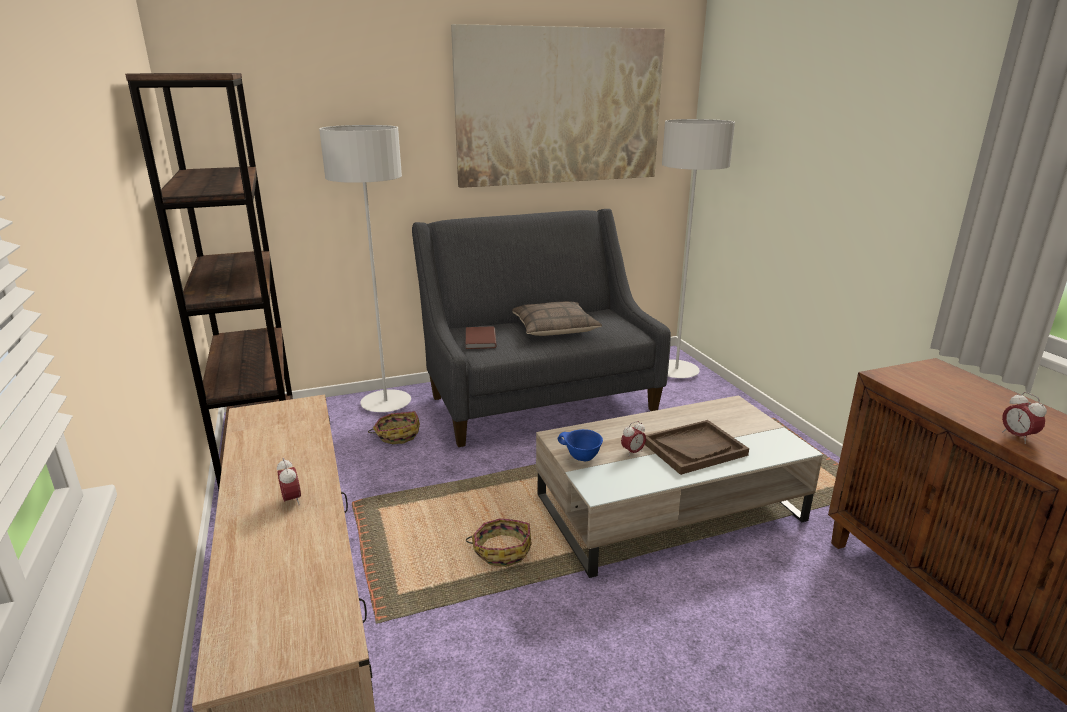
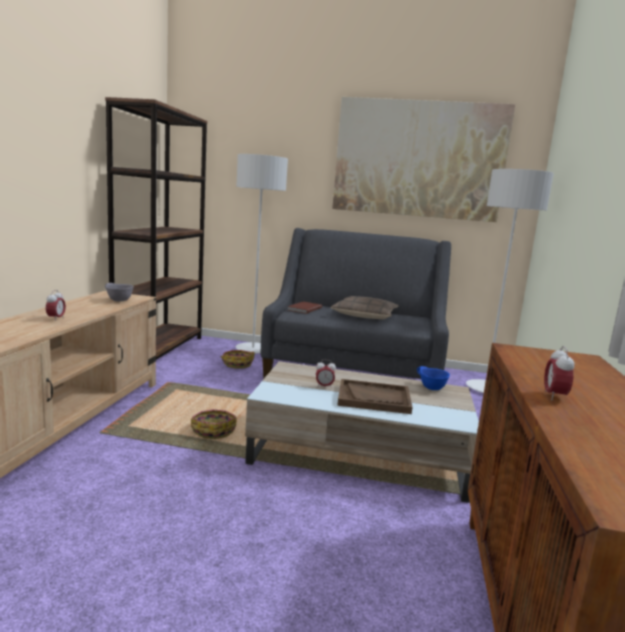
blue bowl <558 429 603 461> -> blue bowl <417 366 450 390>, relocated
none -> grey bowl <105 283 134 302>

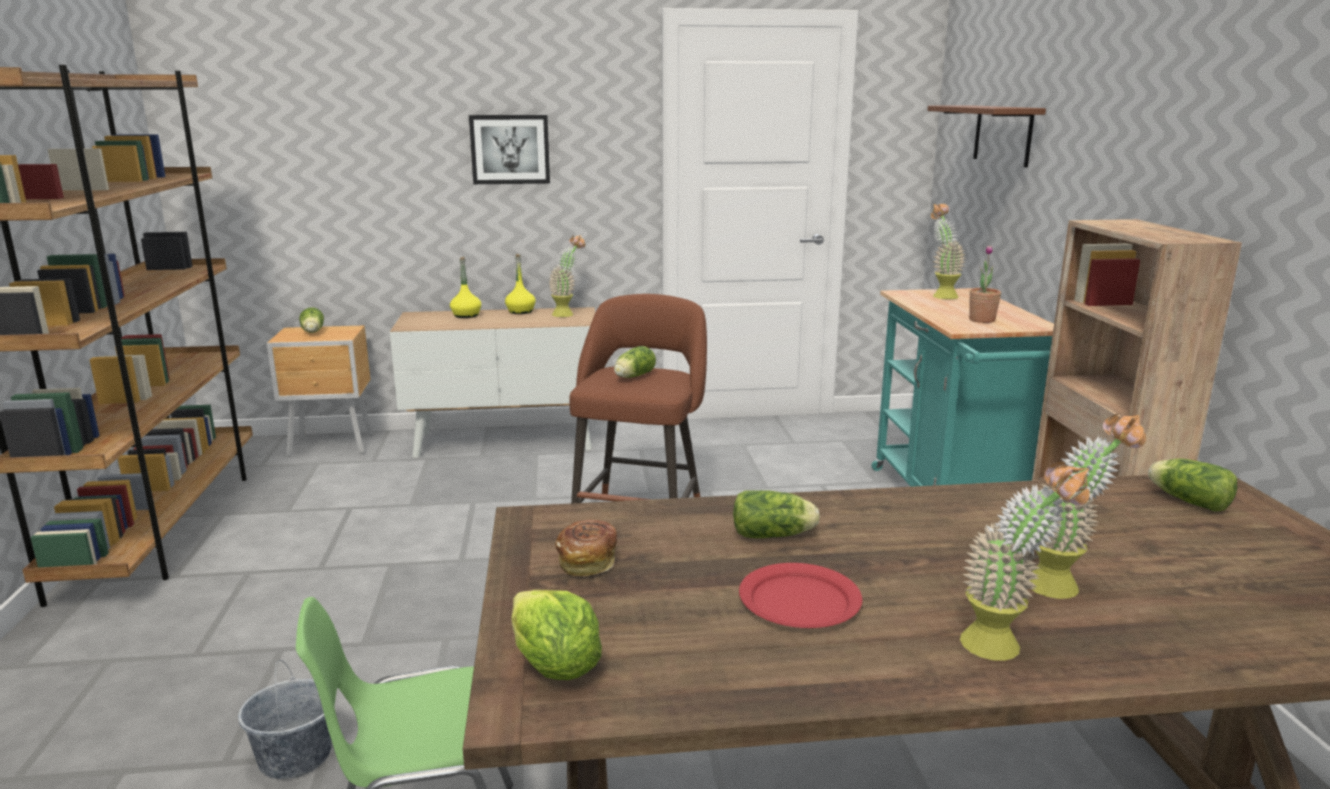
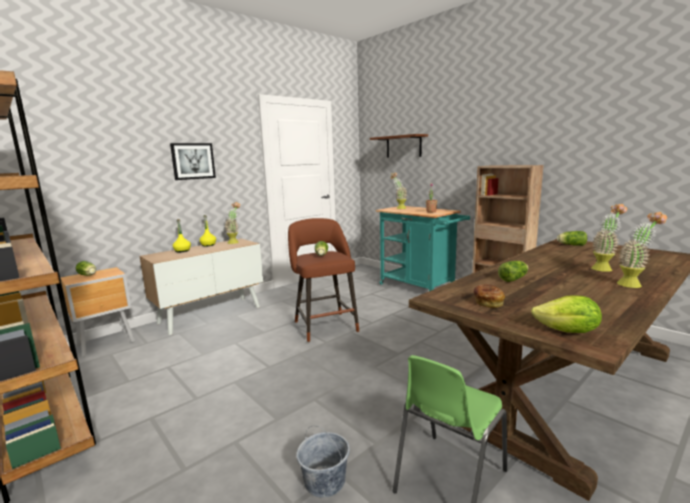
red plate <739 563 862 628> -> none

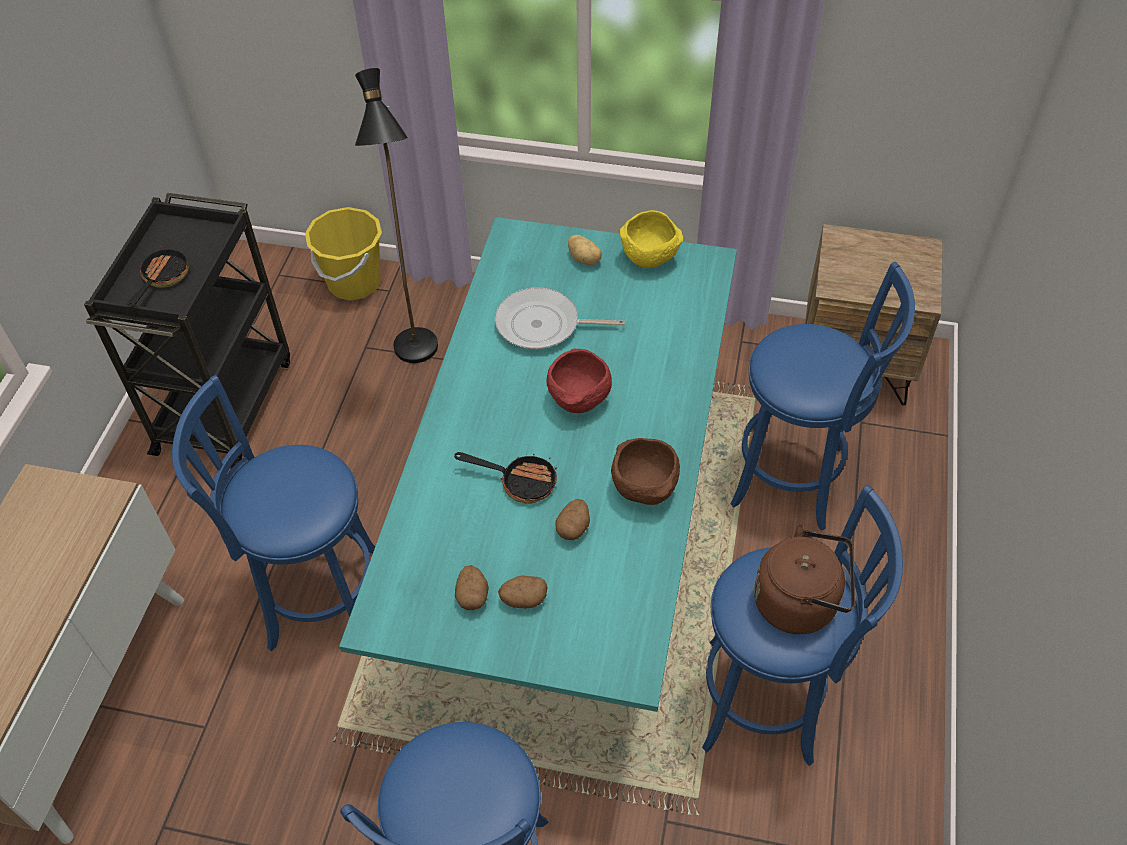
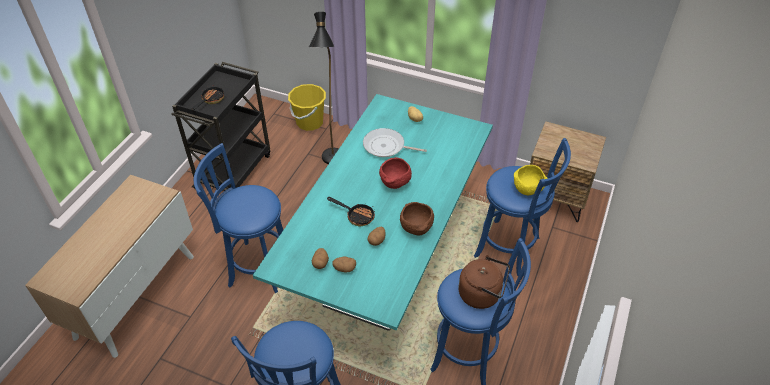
yellow bowl <620 210 683 268> -> yellow bowl <514 165 548 195>, relocated

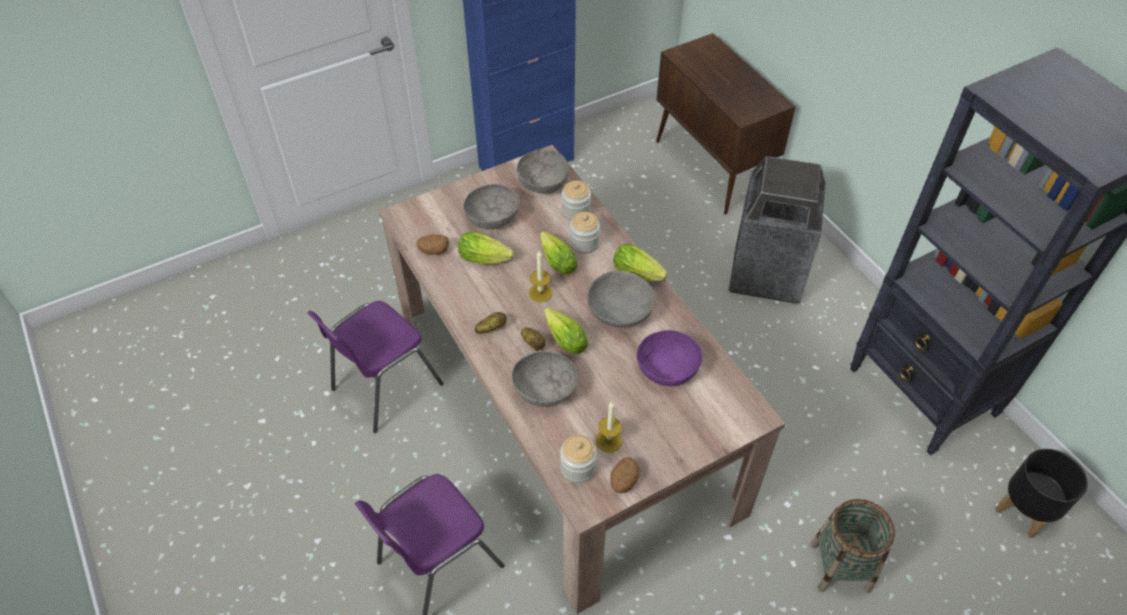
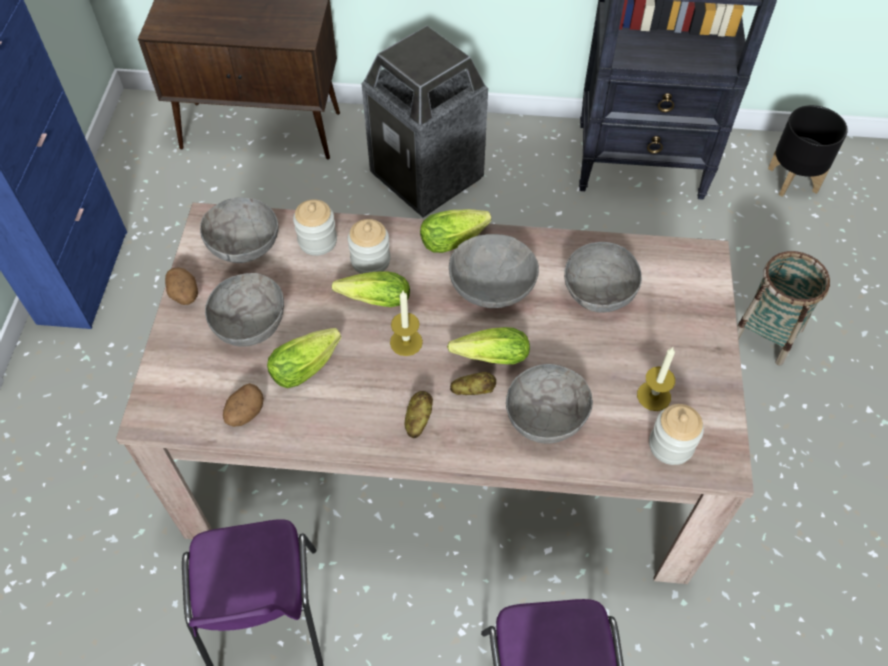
potato <610 457 639 493> -> potato <165 267 198 305>, relocated
purple bowl <637 330 702 386> -> grey bowl <564 242 642 312>

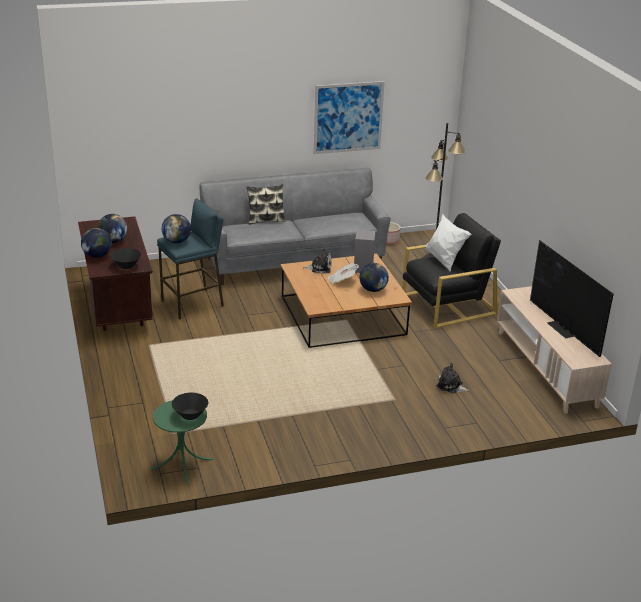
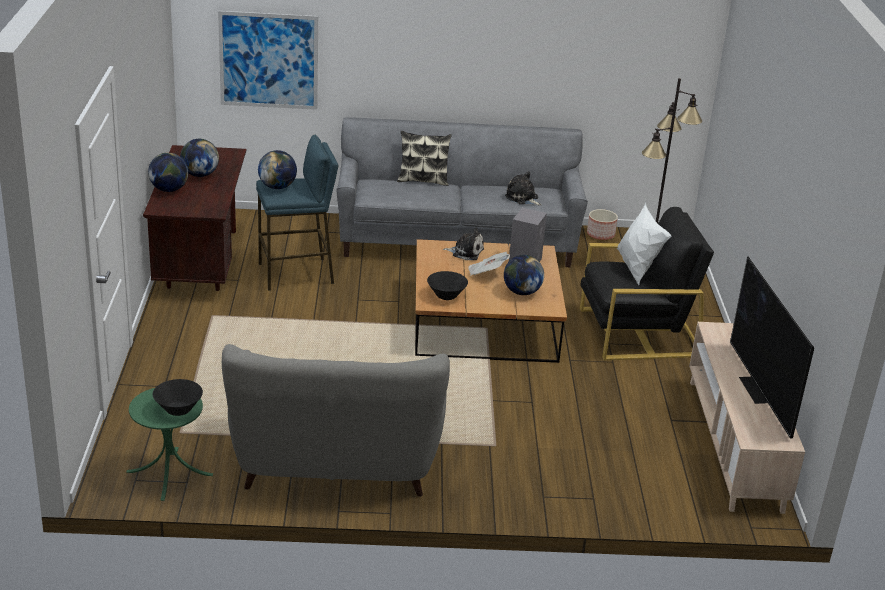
black bowl <110 248 141 269> -> black bowl <427 271 468 300>, relocated
picture <314 81 385 154> -> picture <218 11 318 110>, relocated
plush toy <436 363 470 393> -> plush toy <505 172 542 206>, relocated
none -> grey sofa <222 344 450 497>

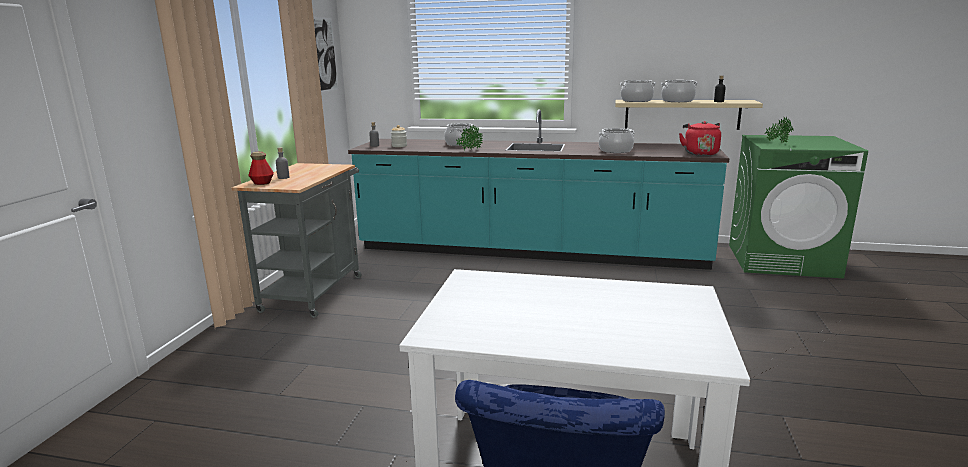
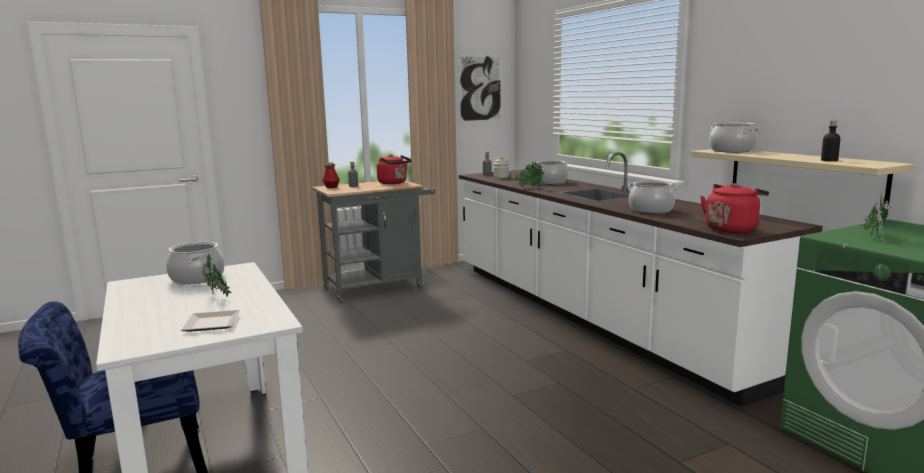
turquoise counter <348 109 729 270> -> white counter <459 152 823 407>
cooking pot <661 80 698 102> -> cooking pot <166 242 225 285>, relocated
none -> plate <181 310 240 331>
none -> potted plant <202 252 232 297>
none -> red kettle <377 154 412 184>

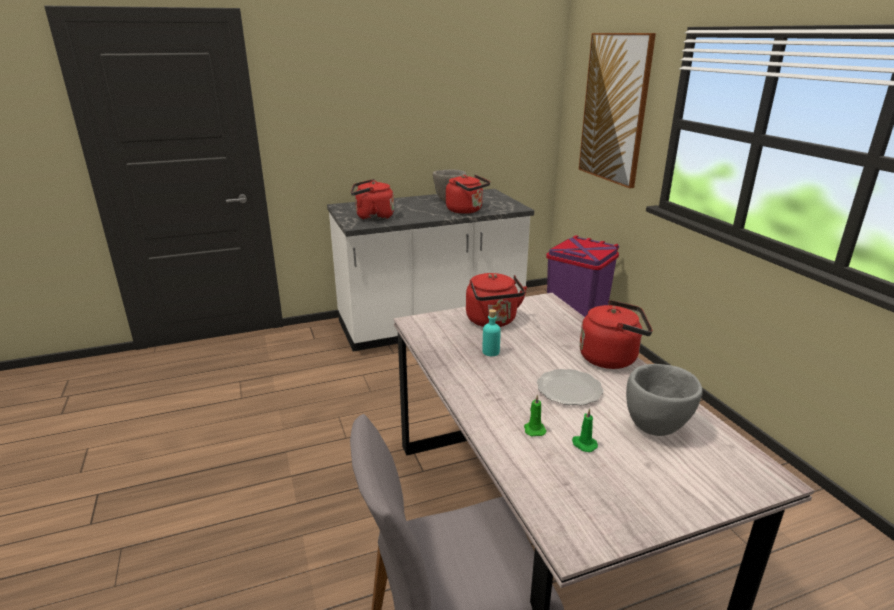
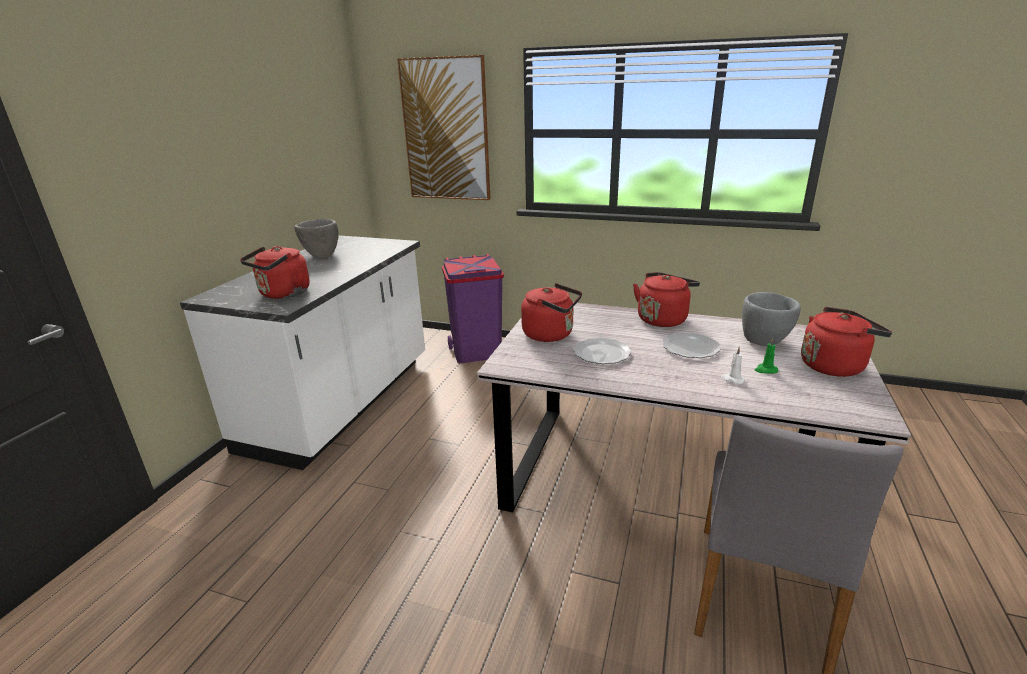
red kettle <446 175 490 214> -> red kettle <801 307 892 377>, relocated
turquoise bottle <482 309 501 356> -> plate <573 338 631 364>
green candle <524 394 547 437> -> white candle <721 347 745 384>

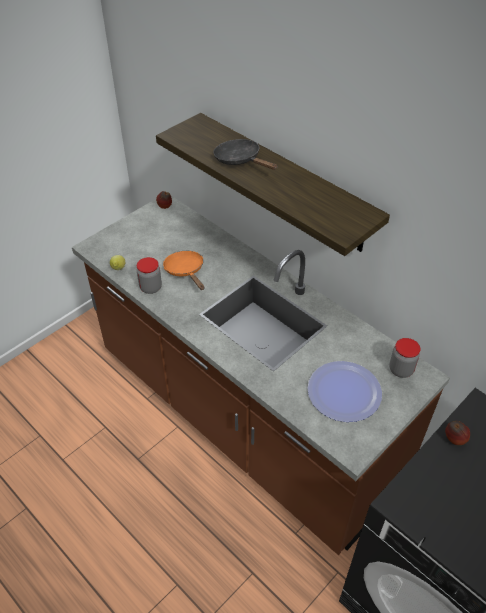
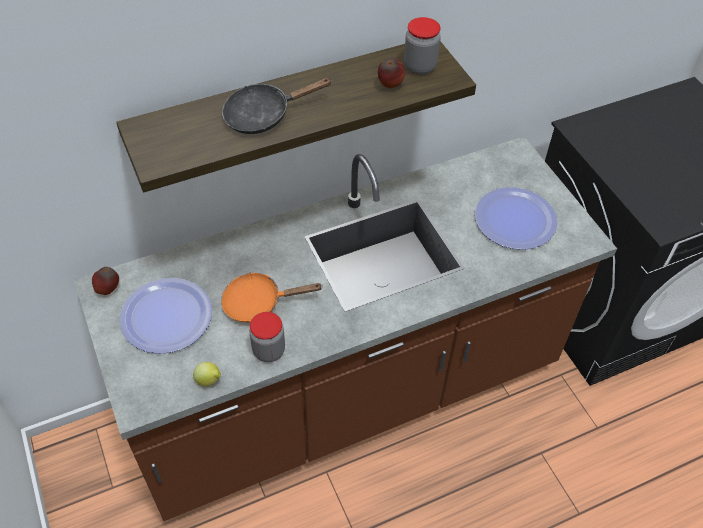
jar <389 338 420 378> -> jar <404 17 441 75>, relocated
apple <445 421 470 445> -> apple <378 58 405 88>, relocated
none -> plate <119 278 212 354>

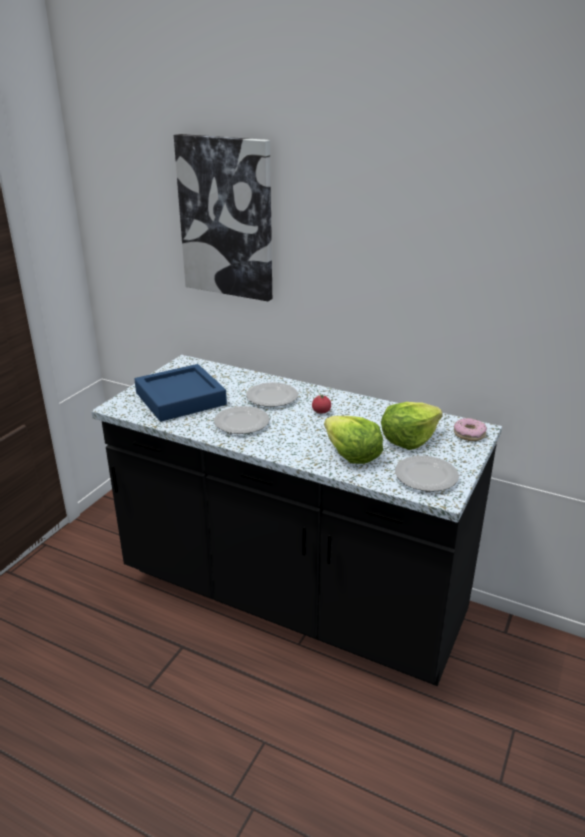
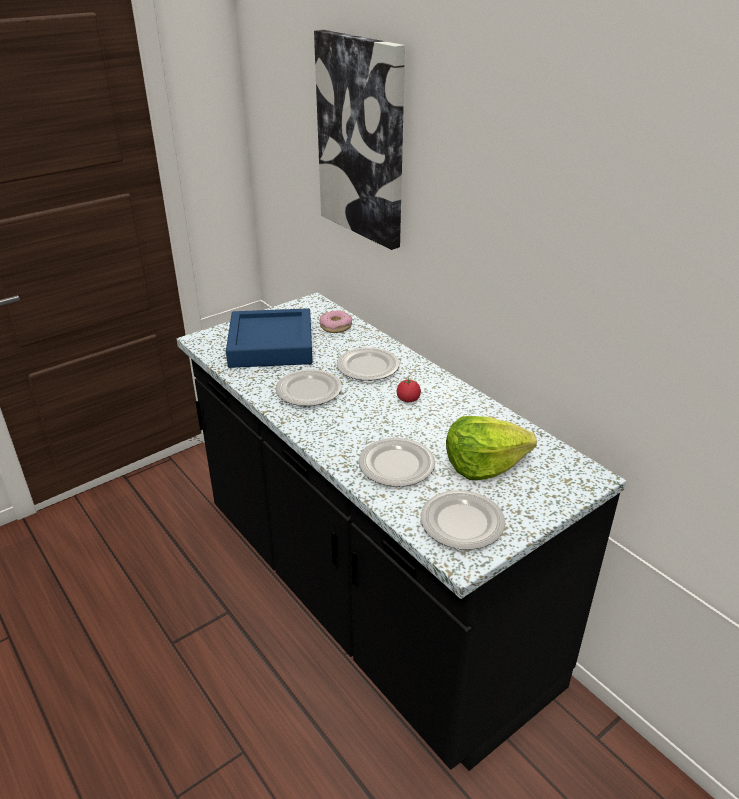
lettuce <324 416 383 464> -> plate <359 438 435 487>
donut <454 418 487 441> -> donut <319 310 352 333>, relocated

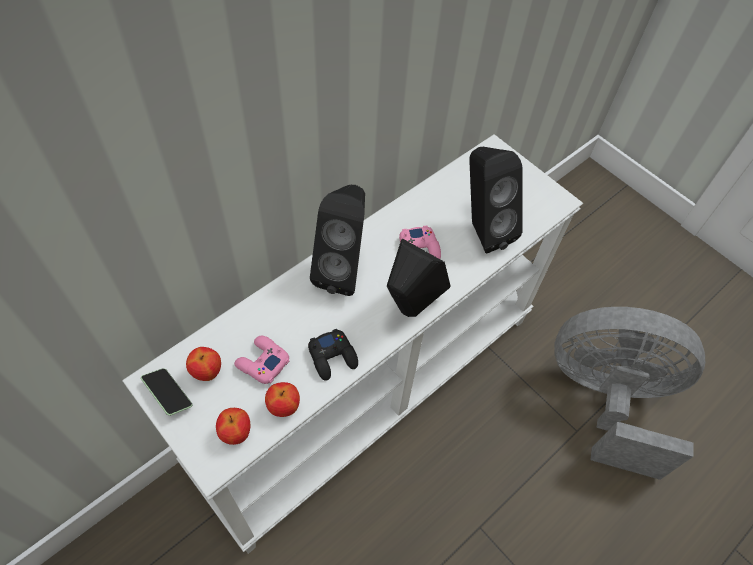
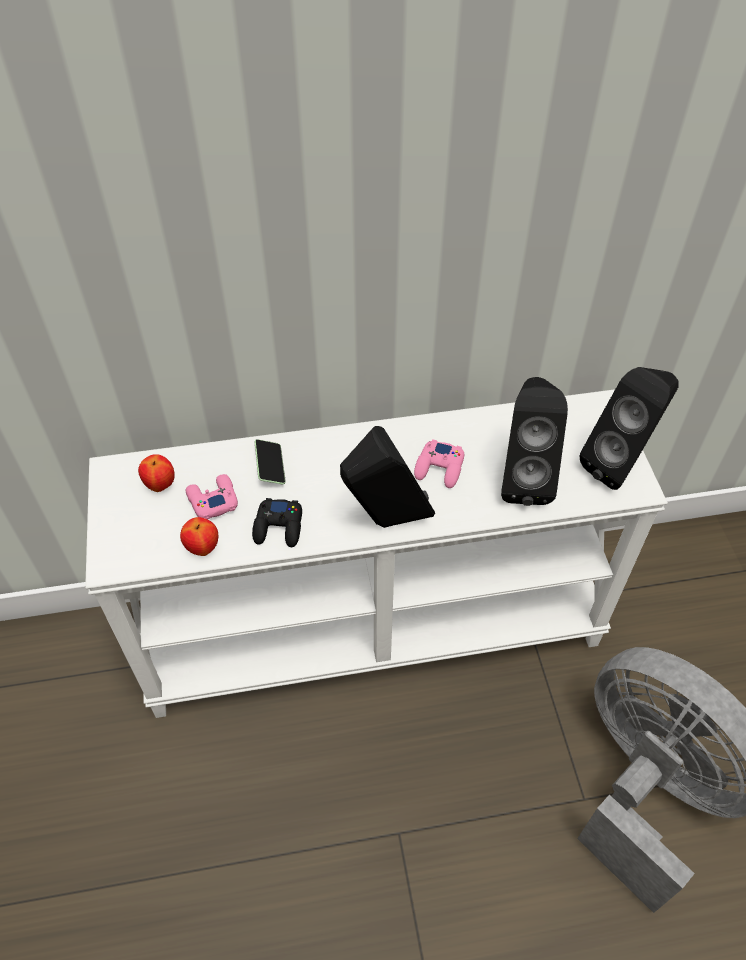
phone <141 368 193 416> -> phone <255 439 286 484>, relocated
apple <216 408 250 445> -> none
black speaker <310 185 365 296> -> black speaker <579 367 679 490>, relocated

